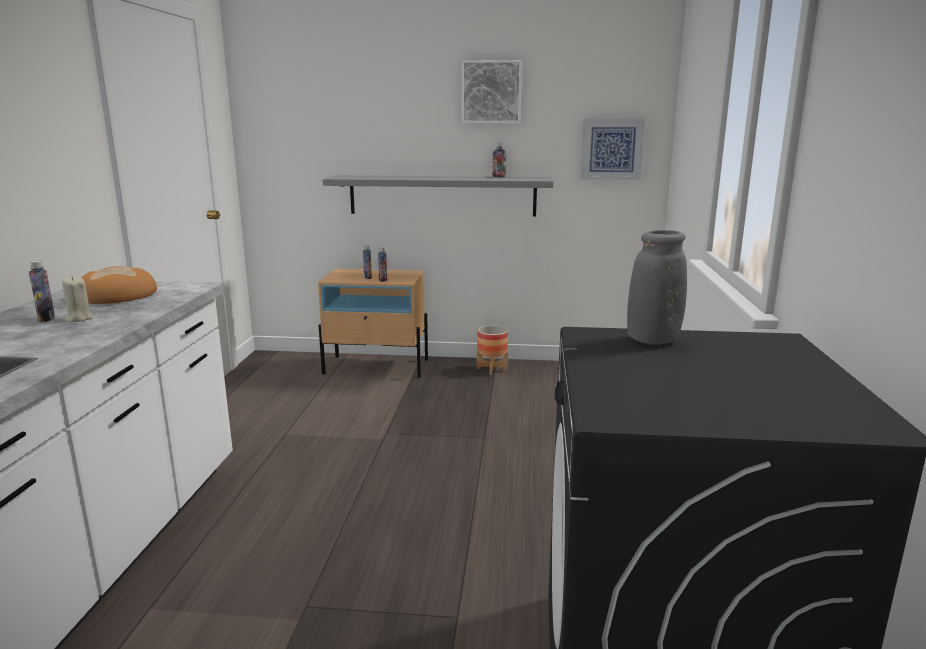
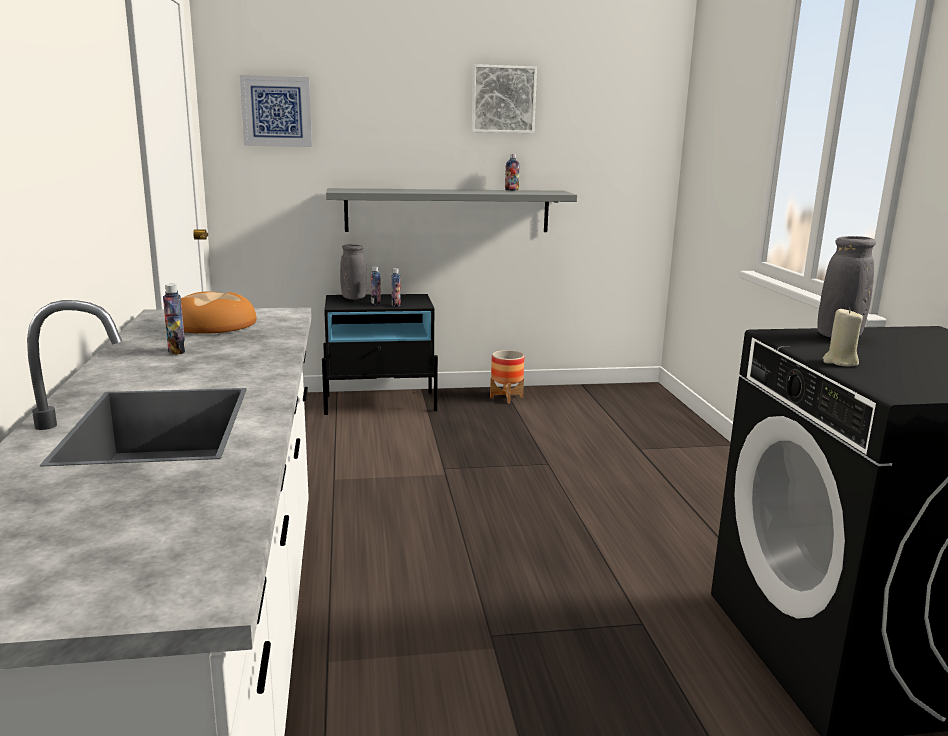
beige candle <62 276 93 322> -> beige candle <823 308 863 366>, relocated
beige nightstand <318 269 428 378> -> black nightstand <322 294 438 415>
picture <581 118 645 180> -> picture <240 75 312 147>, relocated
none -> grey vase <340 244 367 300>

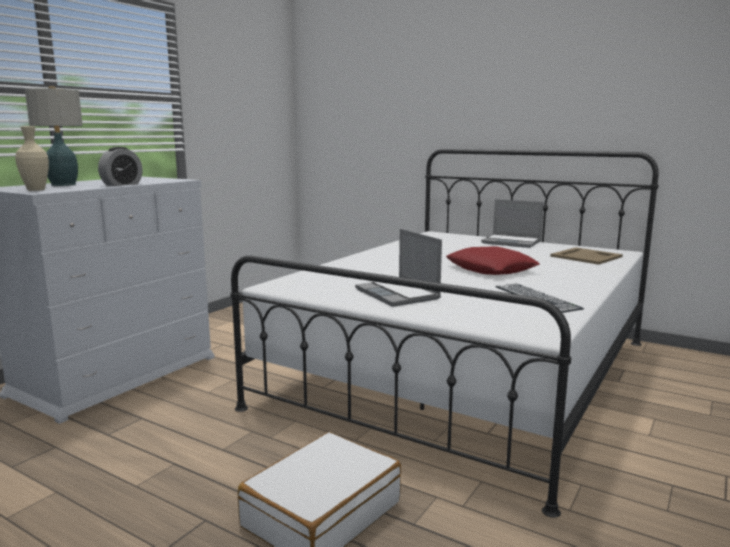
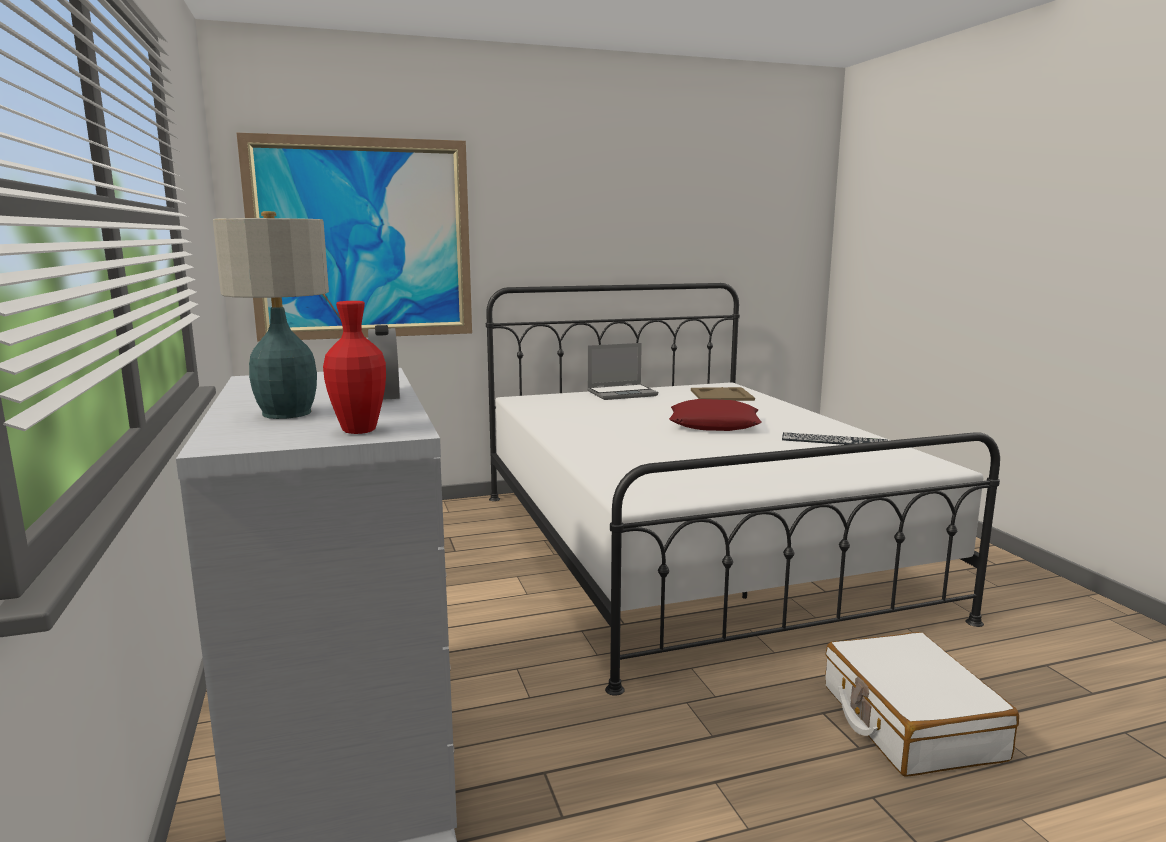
beige vase <15 126 49 191> -> red vase <323 301 386 434>
laptop <355 229 442 307> -> none
none -> picture <237 133 472 342>

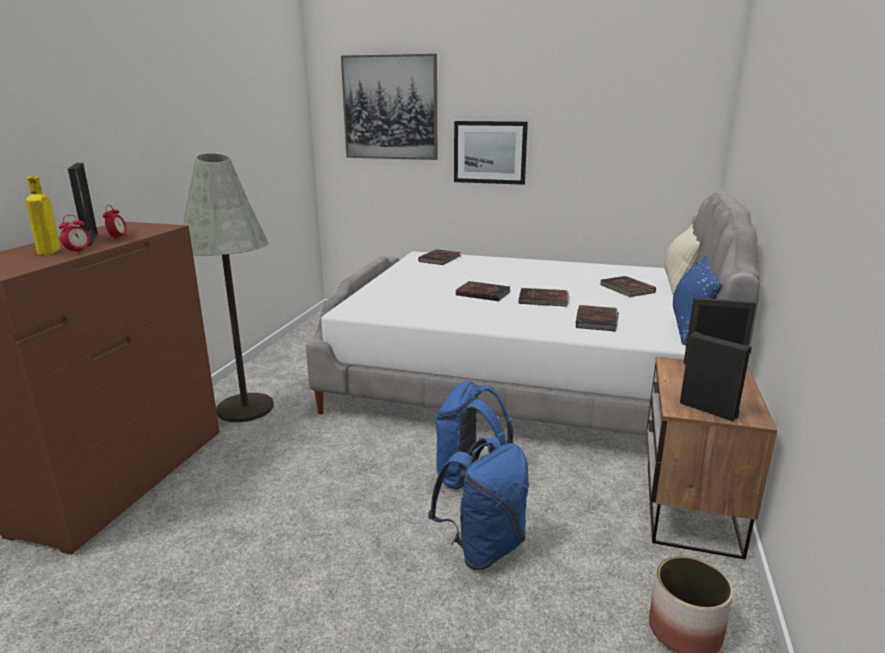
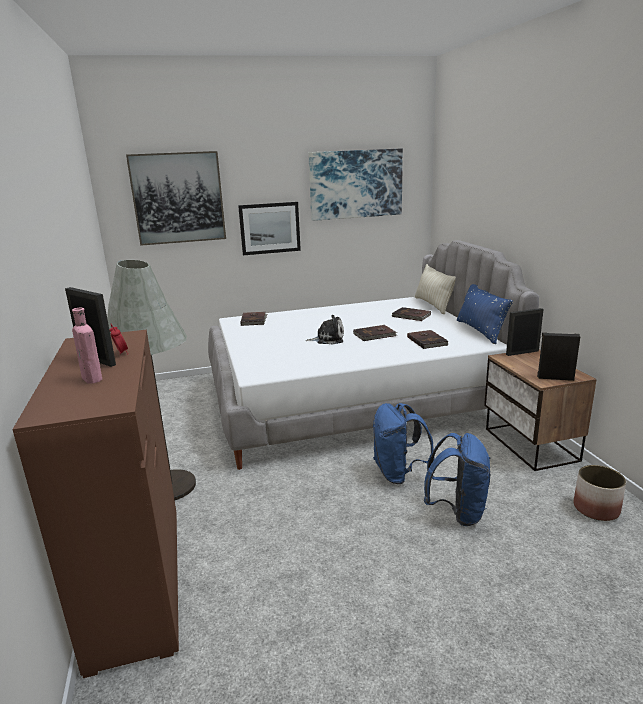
yellow bottle <26 176 60 255> -> pink bottle <72 308 102 384>
alarm clock <59 215 91 254> -> none
brown book <456 281 511 301> -> plush toy <306 315 344 345>
none -> picture <308 148 403 221>

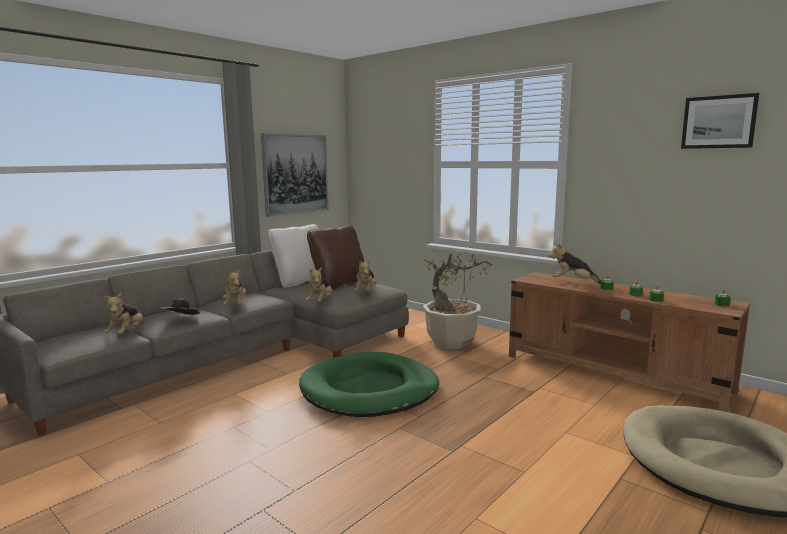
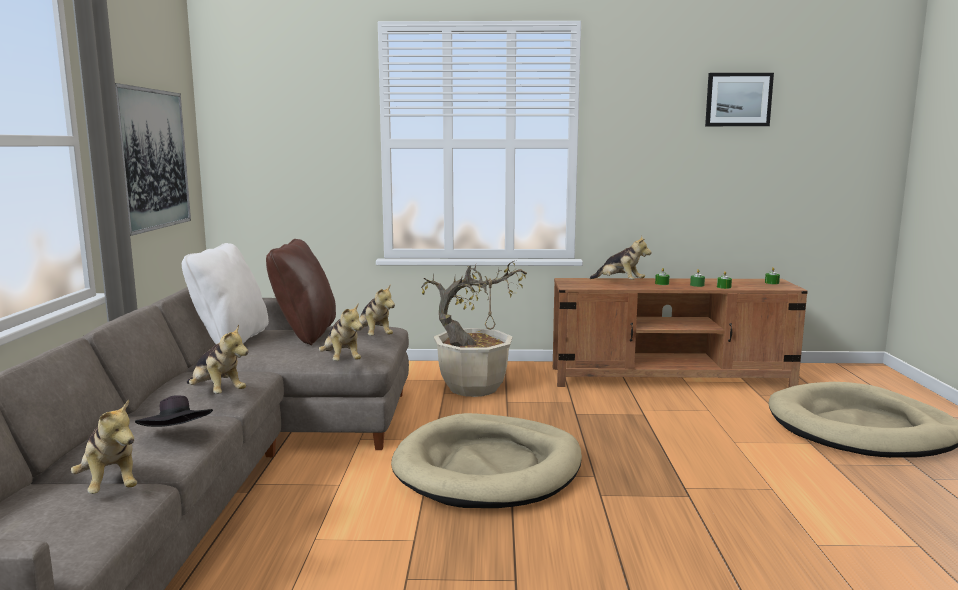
green dog bed <299 352 439 417> -> beige dog bed <391 413 582 508>
plush toy <548 243 601 284> -> plush toy <590 236 651 280>, 120 degrees counterclockwise

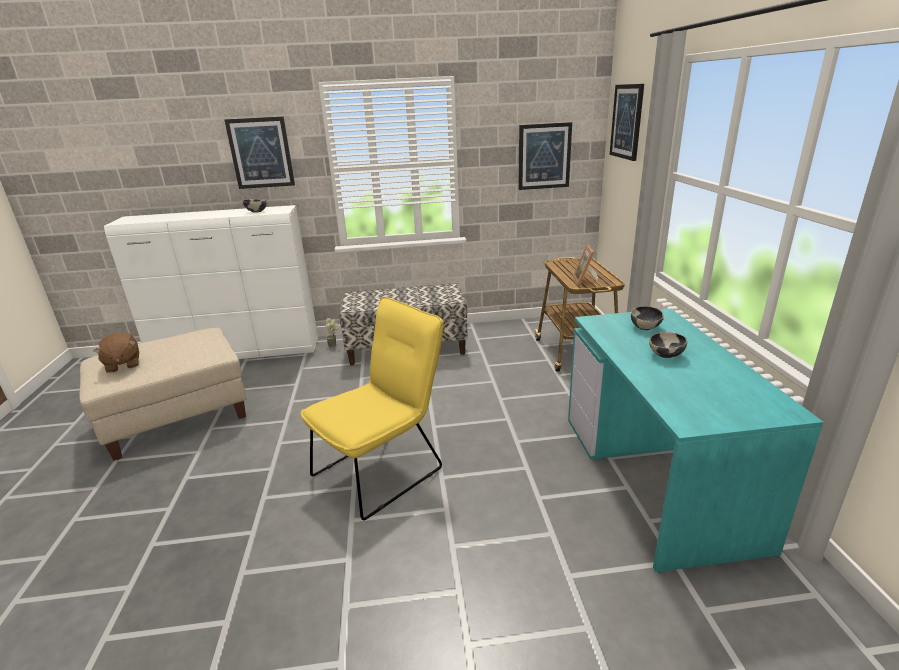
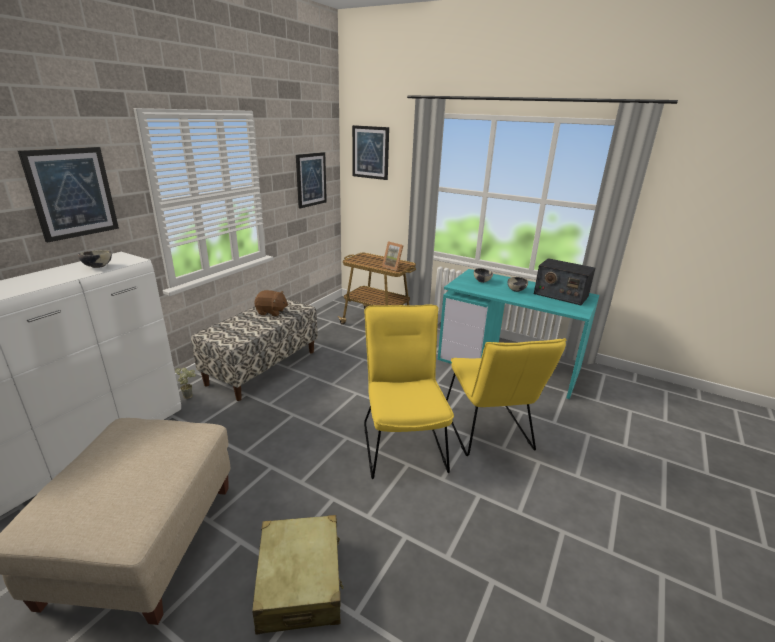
brown plush toy <93 333 139 373> -> brown plush toy <254 290 288 316>, relocated
none -> beige suitcase <252 515 344 635>
none -> yellow chair <446 338 566 456>
none -> radio <534 258 595 305>

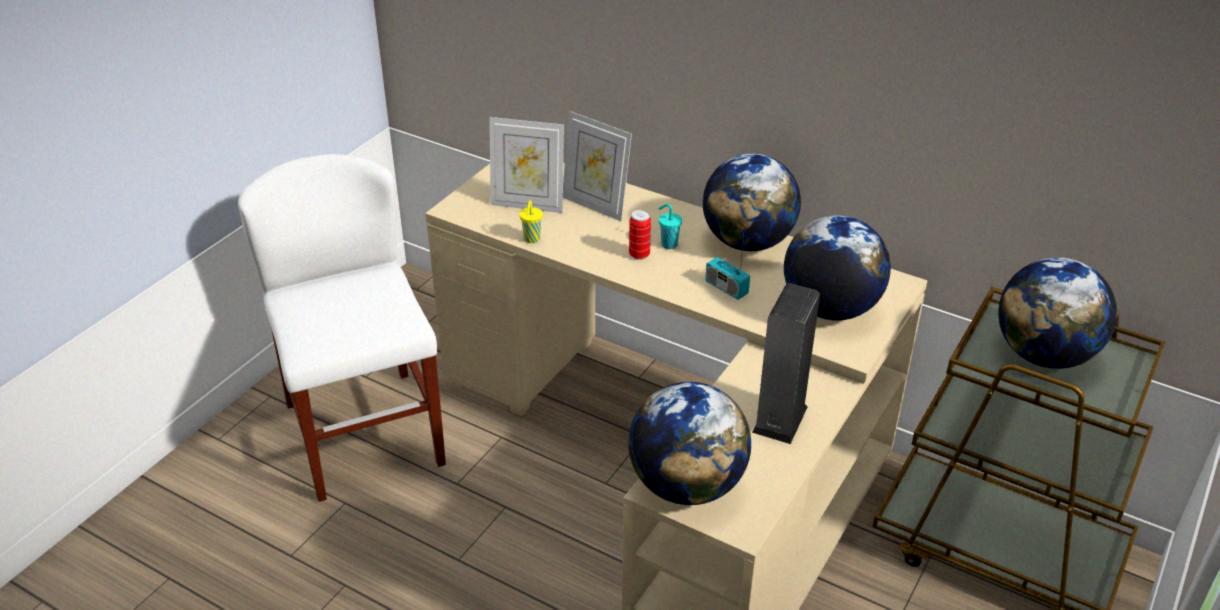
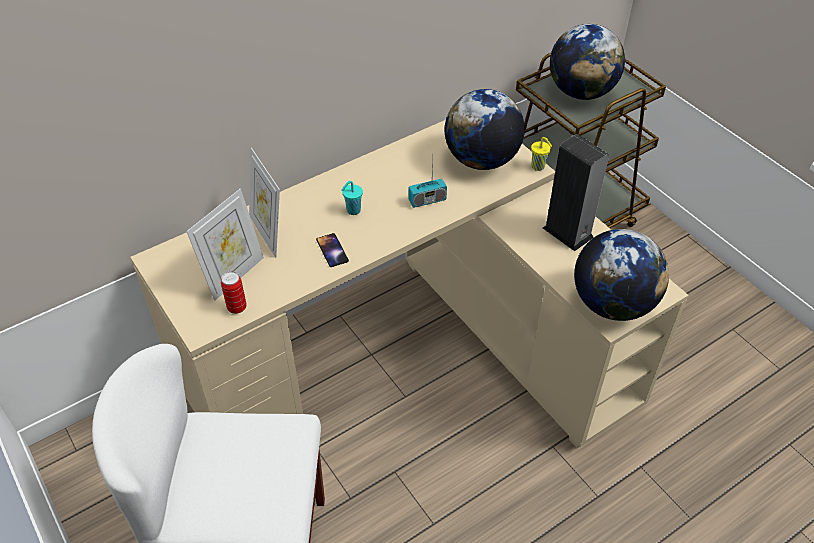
yellow cup <519 200 543 243> -> yellow cup <531 137 552 171>, relocated
picture frame <563 111 632 221> -> picture frame <249 148 280 258>, 90 degrees clockwise
can <629 210 651 260> -> can <221 271 247 314>, relocated
globe <703 153 801 251> -> none
none -> phone <316 233 349 267>

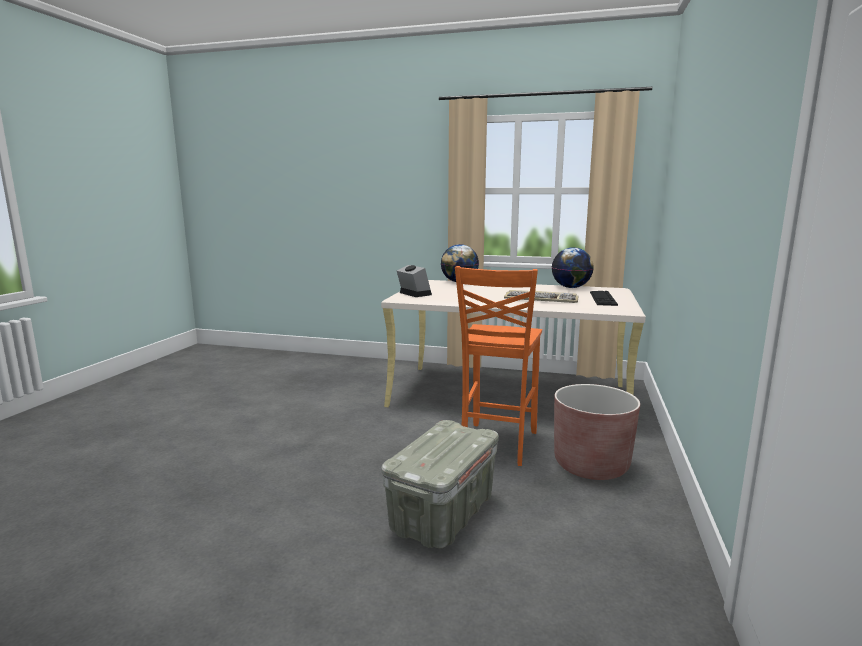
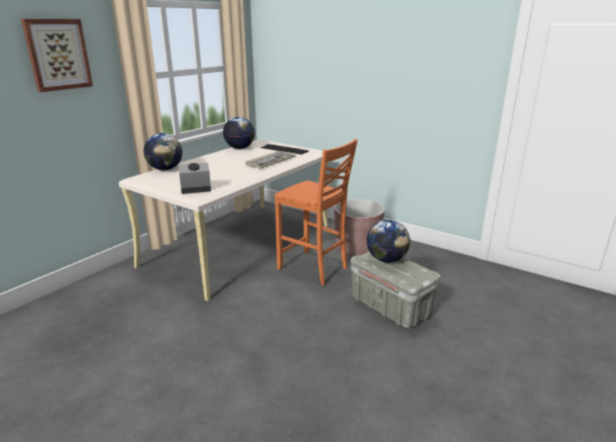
none -> picture <21 19 93 92>
none -> globe <366 219 410 262>

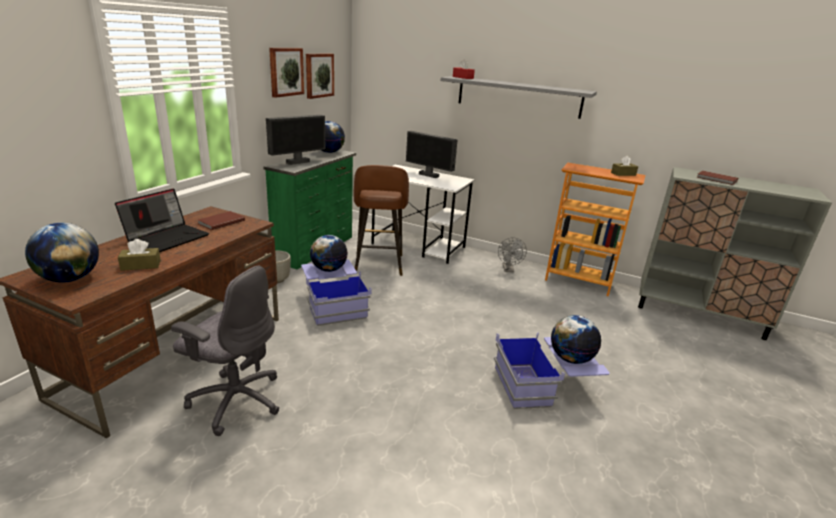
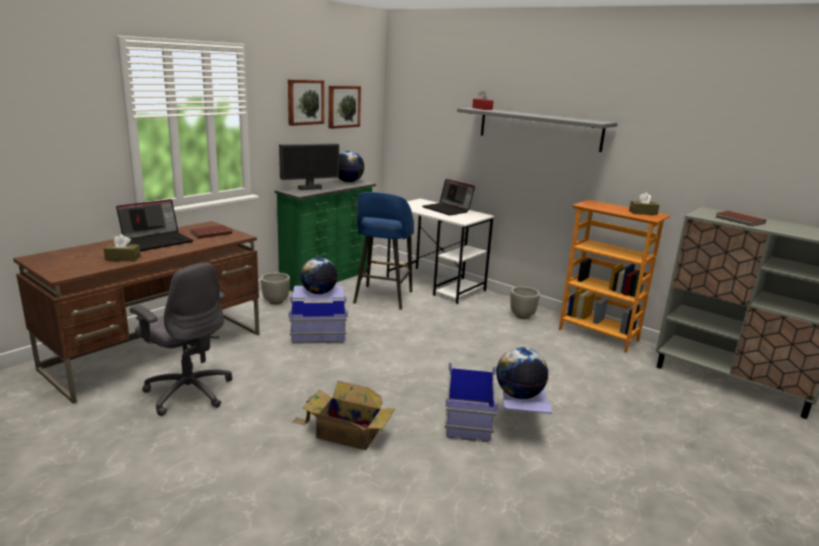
globe <25 223 99 283> -> none
brown stool <354 165 409 276> -> blue stool <353 192 414 310>
monitor <406 131 458 178> -> laptop <422 179 475 216>
grey fan <498 237 527 272> -> grey planter <510 287 540 319>
none -> cardboard box <292 381 395 450>

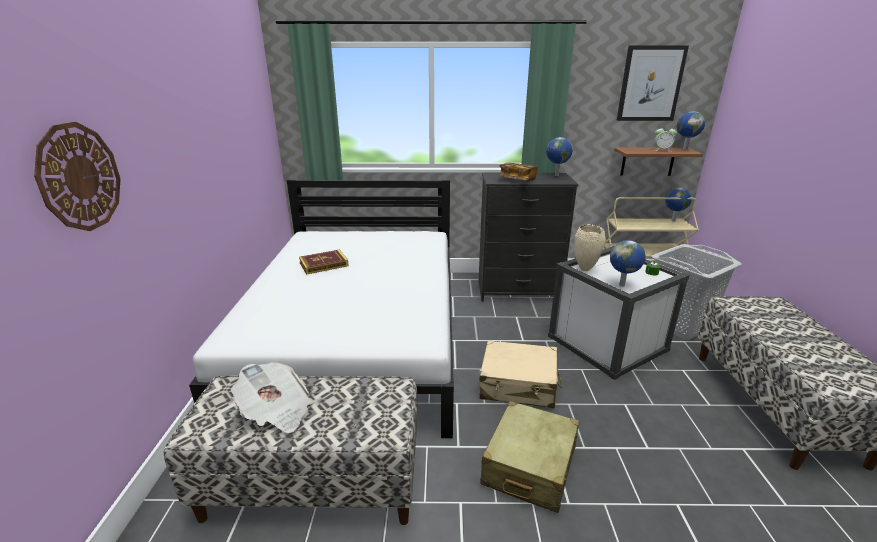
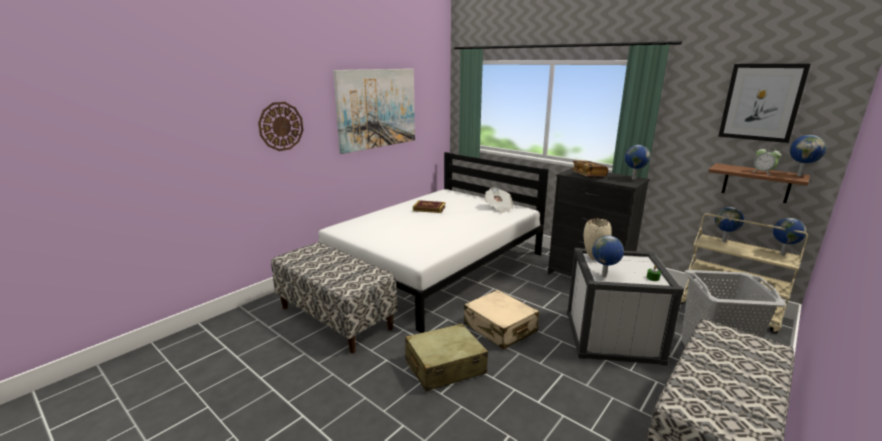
newspaper <231 362 313 433> -> newspaper <485 187 514 213>, relocated
none -> picture <333 69 415 154>
none -> globe <715 207 744 242>

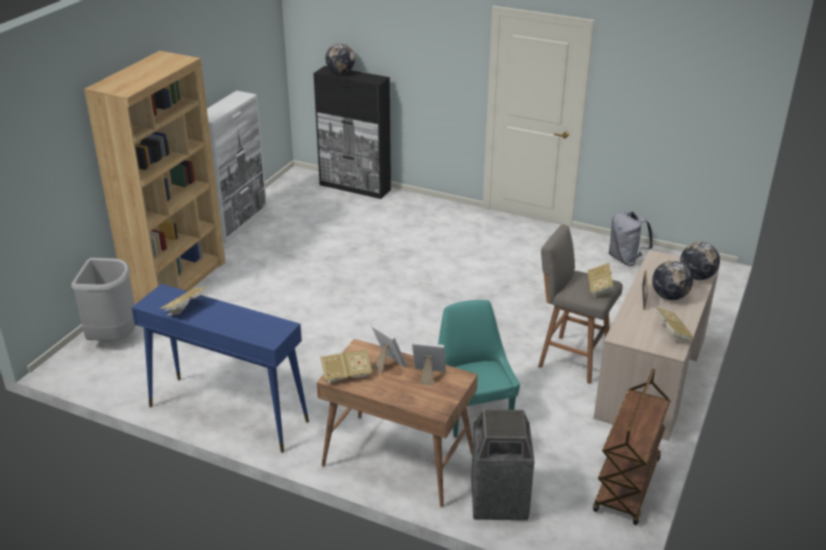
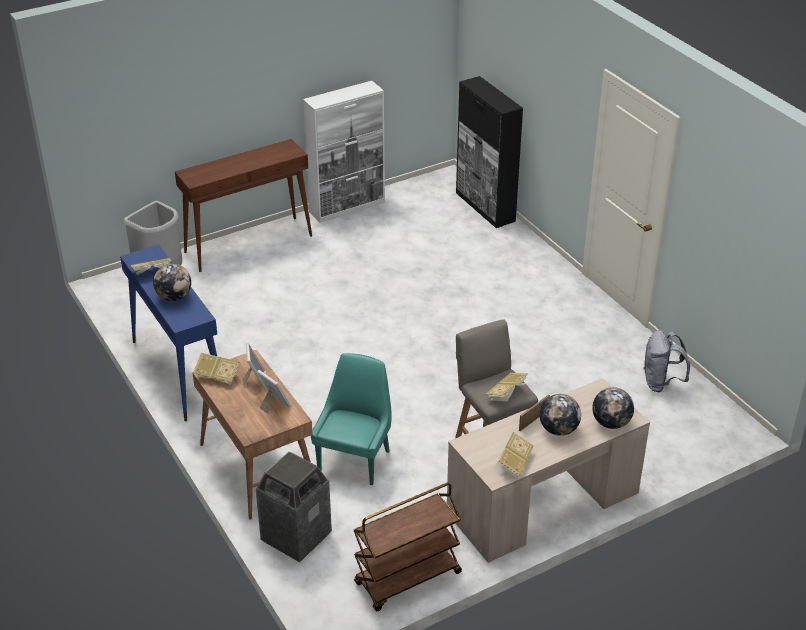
brown bookcase <84 51 225 304> -> brown console table <175 139 312 272>
globe <325 44 355 74> -> globe <153 264 191 301>, relocated

